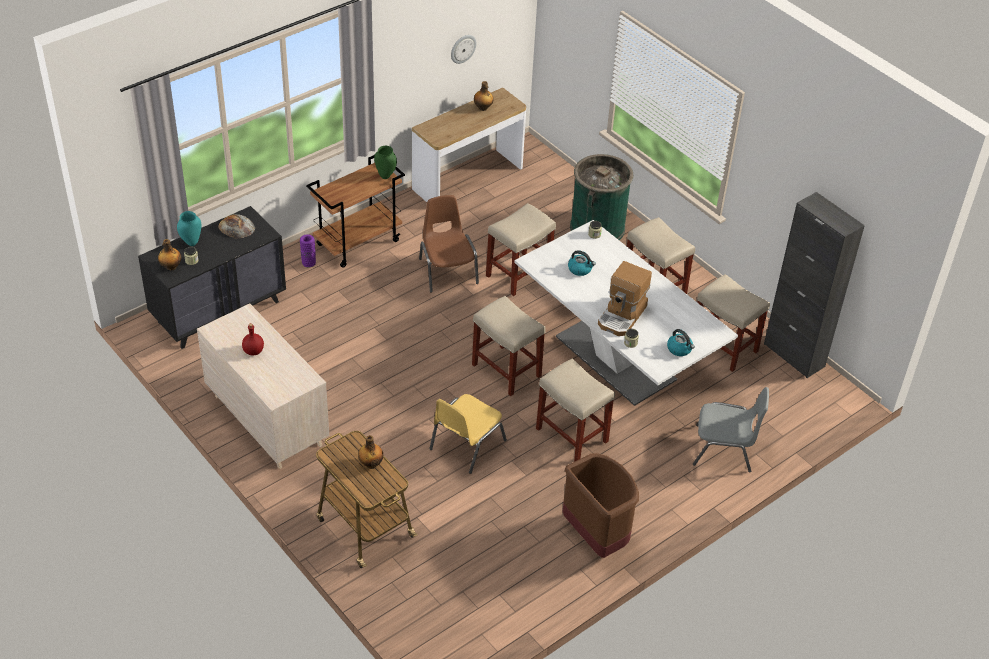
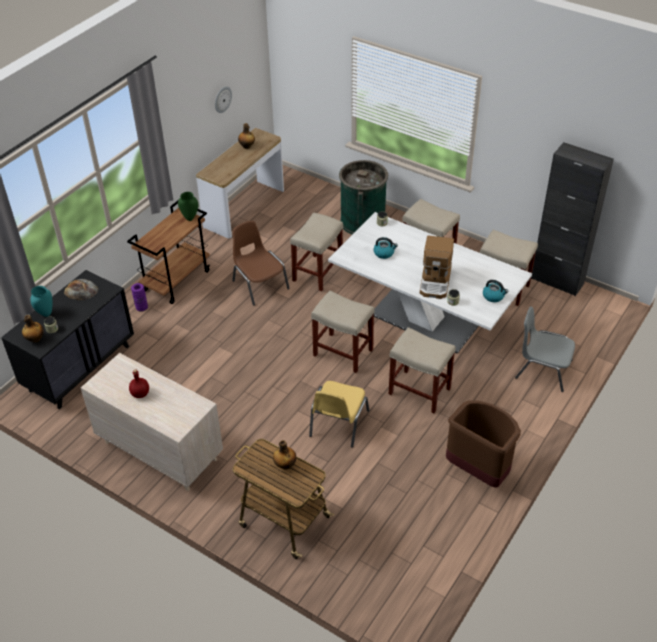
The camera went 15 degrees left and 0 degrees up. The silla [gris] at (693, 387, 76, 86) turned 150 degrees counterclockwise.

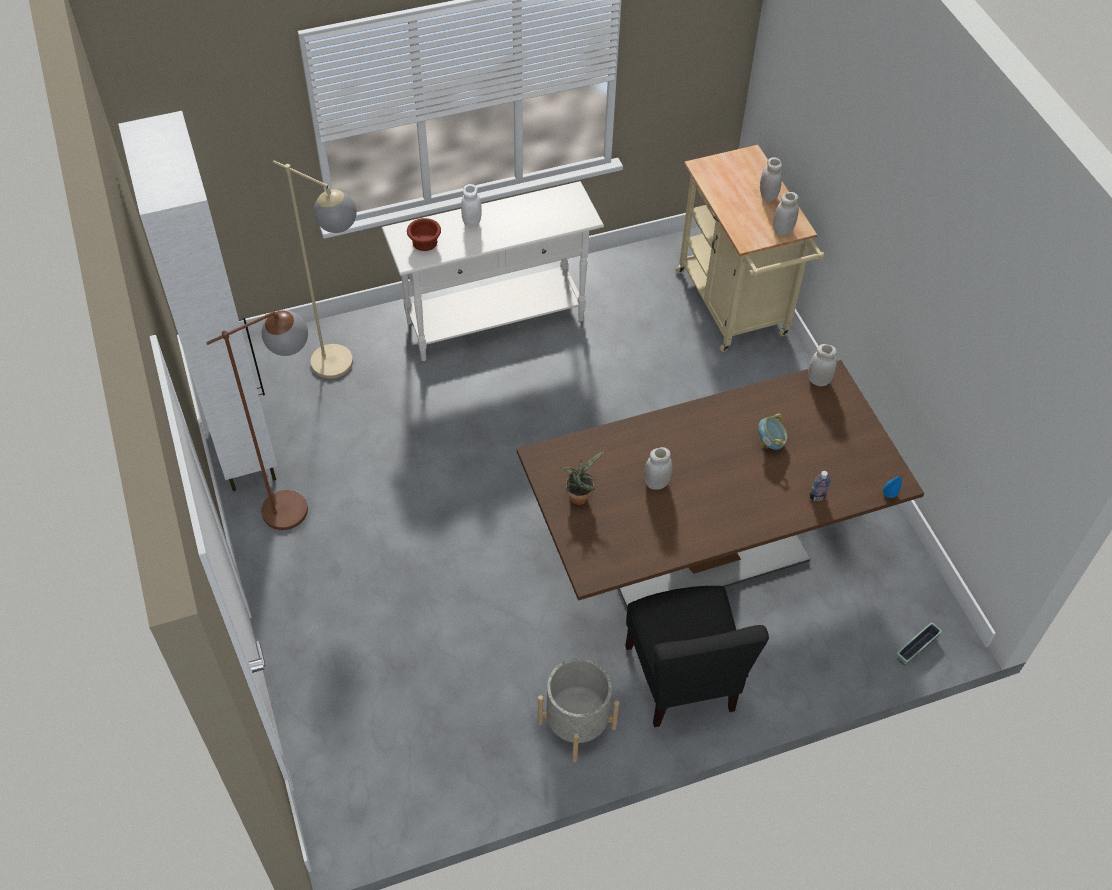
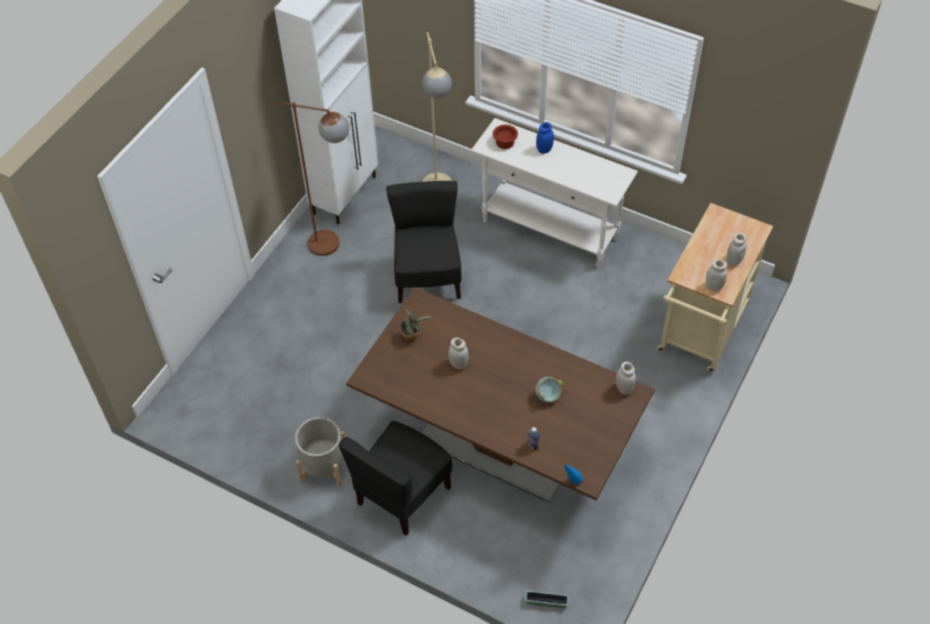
The camera went 50 degrees right and 0 degrees up. The silla [negro] at (386, 181, 76, 122) appeared. The tarro [blanco] at (461, 184, 21, 44) became the tarro [azul] at (536, 122, 18, 32).

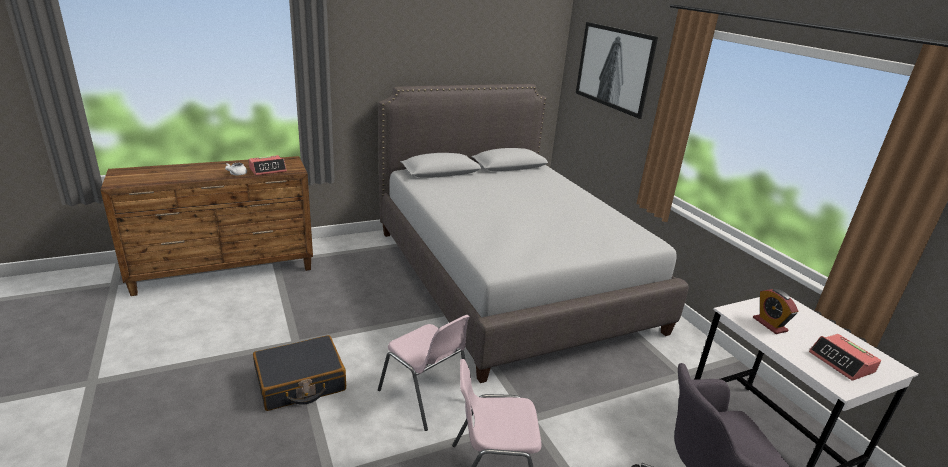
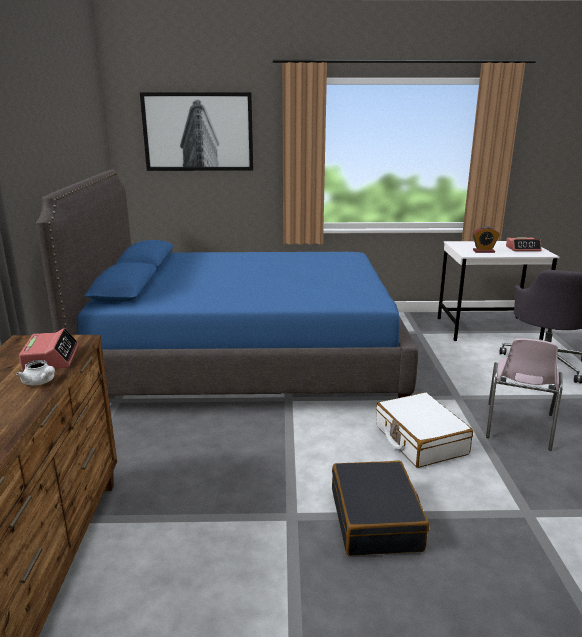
The camera went 65 degrees left and 5 degrees down. The cama [gris] at (378, 84, 310, 299) became the cama [azul] at (36, 170, 382, 228). The silla [rosa] at (378, 315, 92, 116) was replaced by the maleta [blanco] at (376, 392, 97, 76).

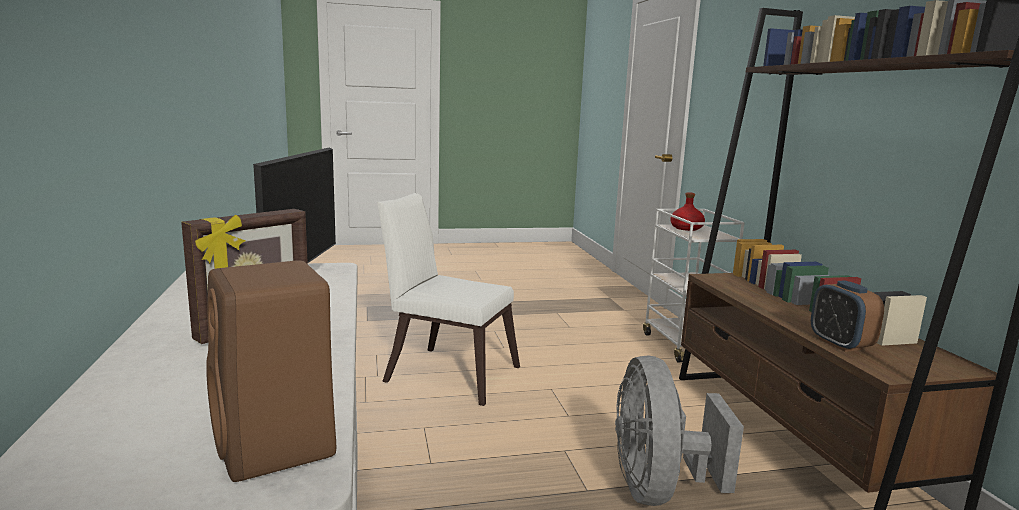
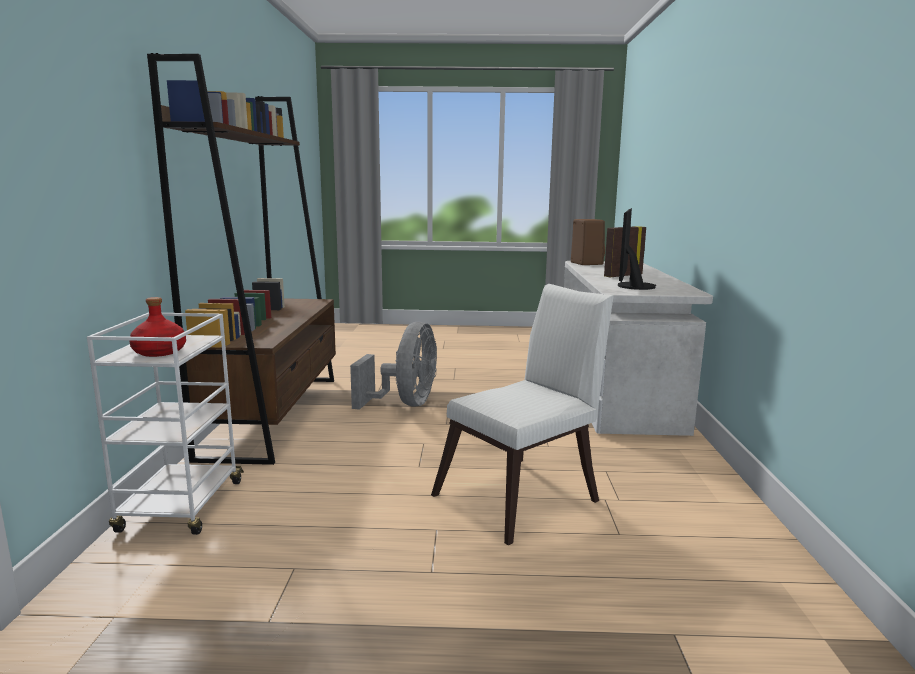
The camera went 165 degrees left and 0 degrees up. The silla [blanco] at (377, 193, 143, 213) turned 75 degrees counterclockwise. The despertador at (811, 280, 73, 72) disappeared.

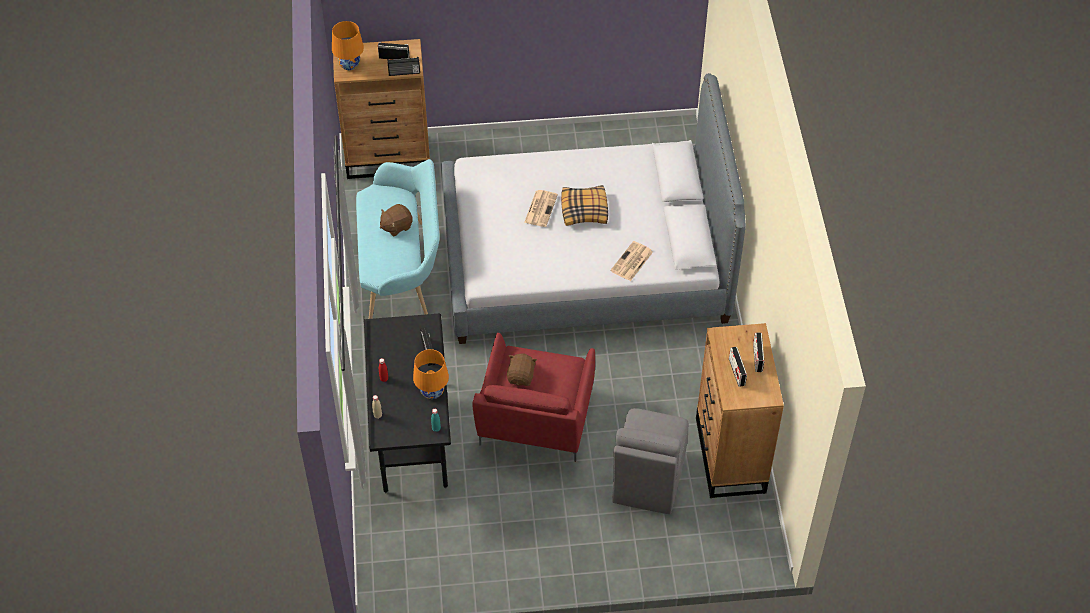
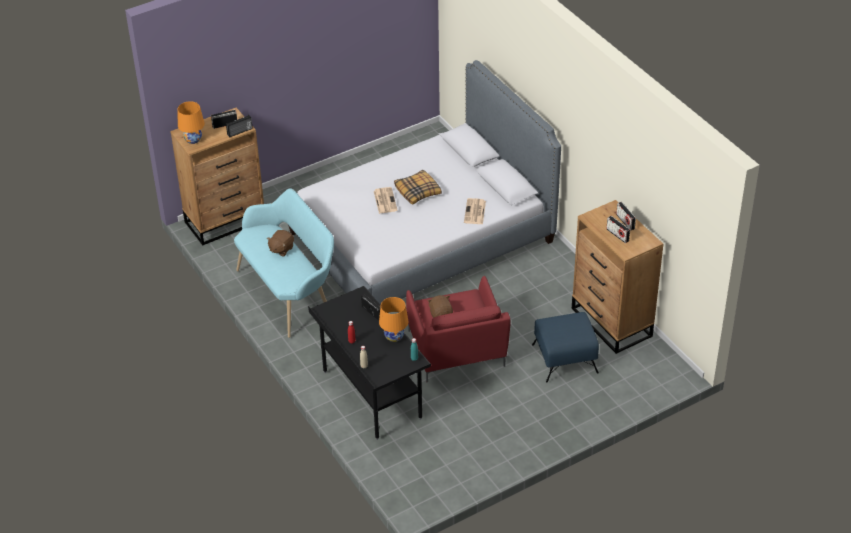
The camera went 25 degrees left and 10 degrees down. The silla [gris] at (612, 408, 77, 106) was replaced by the puf [azul] at (532, 312, 67, 70).

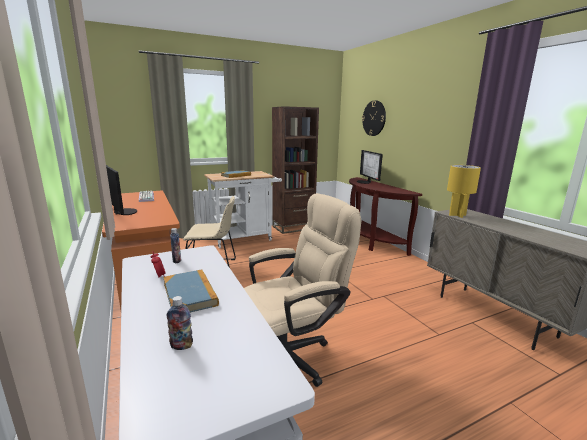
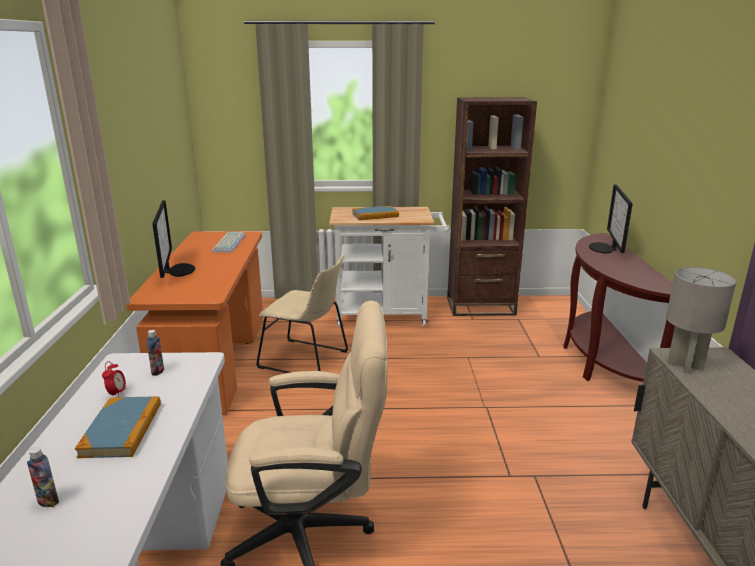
The camera went 25 degrees right and 5 degrees up. The lámpara de mesa [amarillo] at (447, 165, 34, 53) became the lámpara de mesa [gris] at (666, 267, 70, 107). The reloj de pared at (362, 100, 24, 36) disappeared.

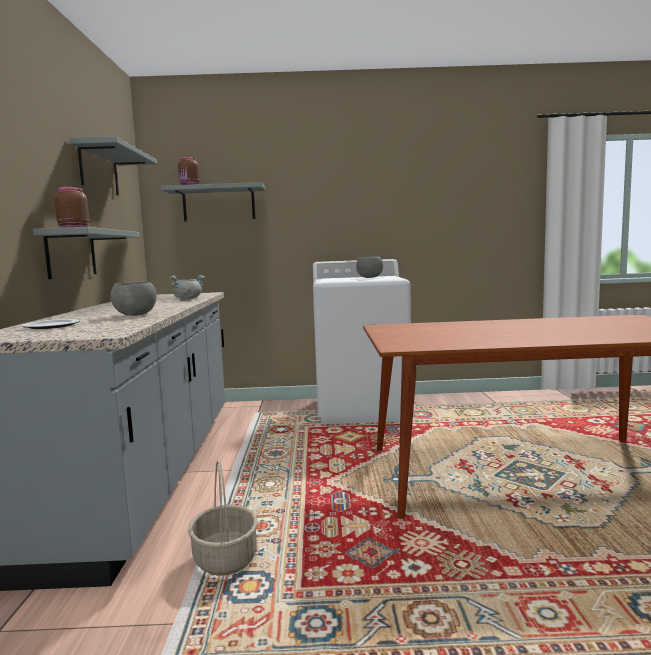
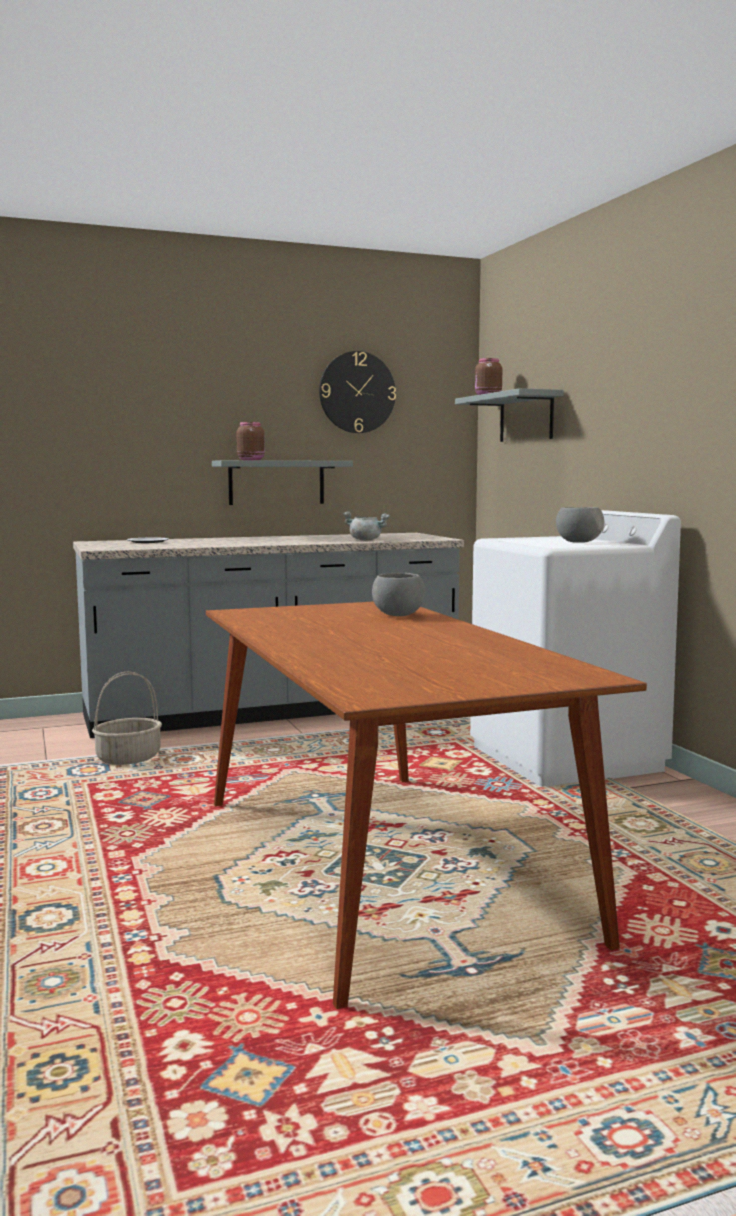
The camera went 70 degrees right and 0 degrees up. The estante [gris] at (70, 136, 87, 59) was replaced by the reloj de pared at (319, 351, 77, 82). The cuenco [gris] moved from (111, 282, 46, 34) to (372, 573, 53, 43).

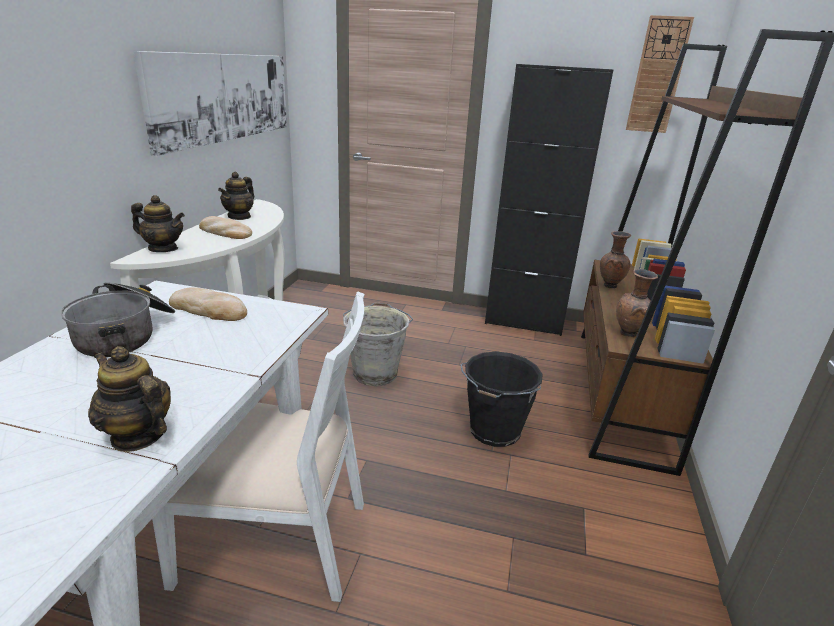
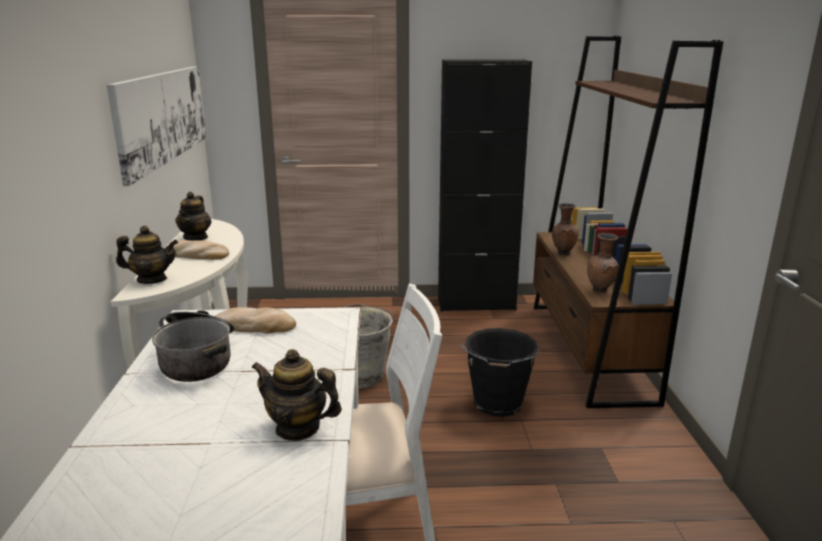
The camera went 15 degrees left and 5 degrees down. The reloj de pared at (626, 15, 68, 118) disappeared.

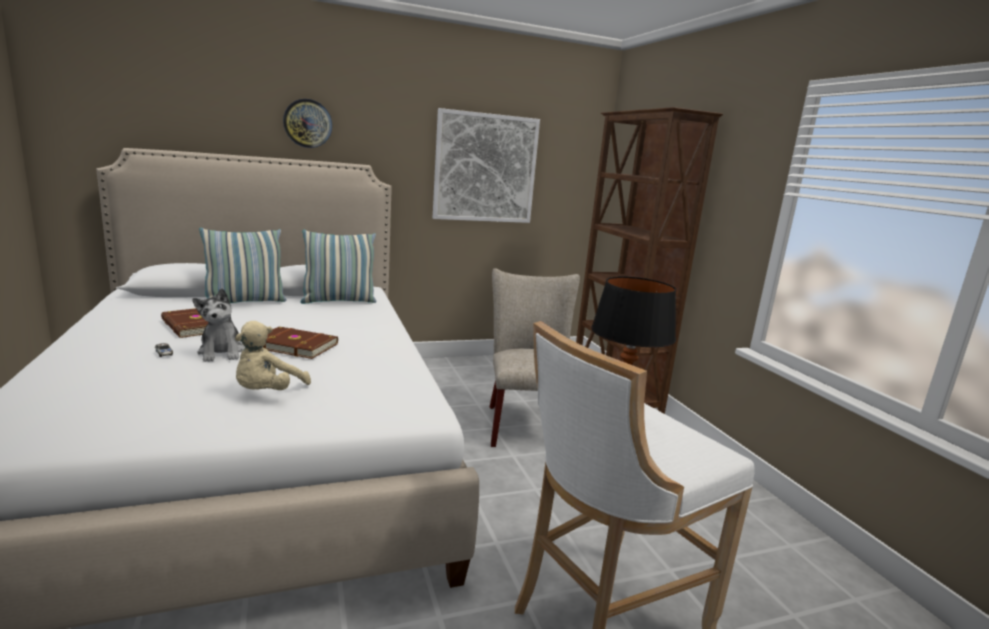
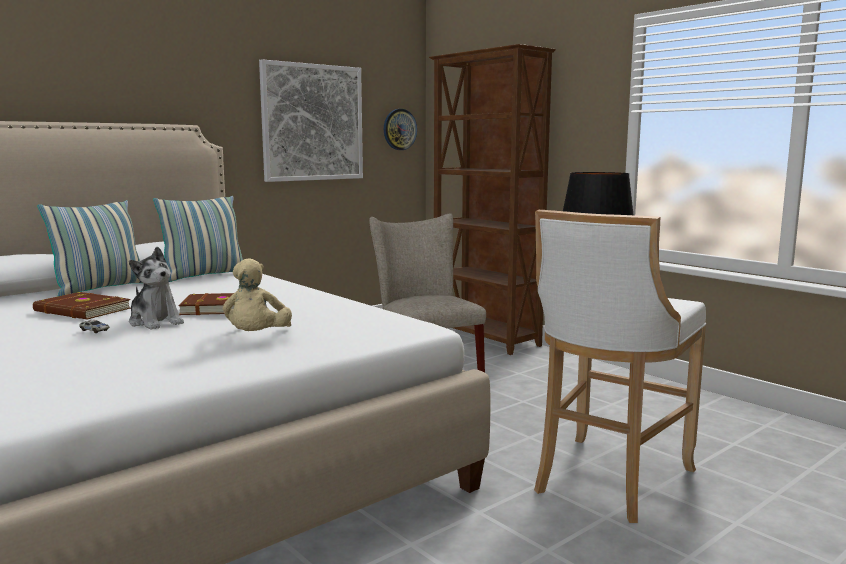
The camera went 20 degrees left and 5 degrees down. The reloj de pared moved from (283, 99, 49, 49) to (384, 109, 33, 41).

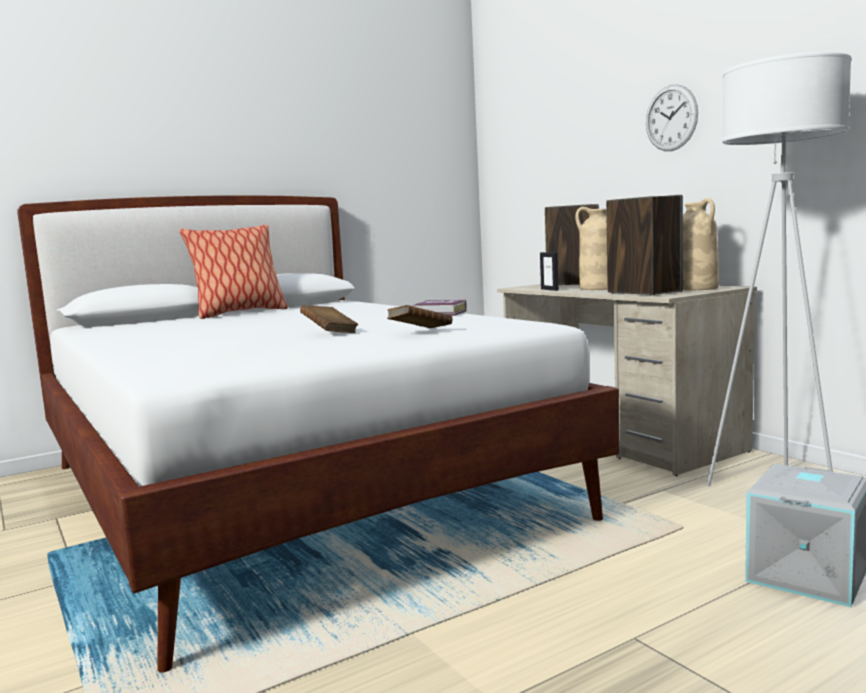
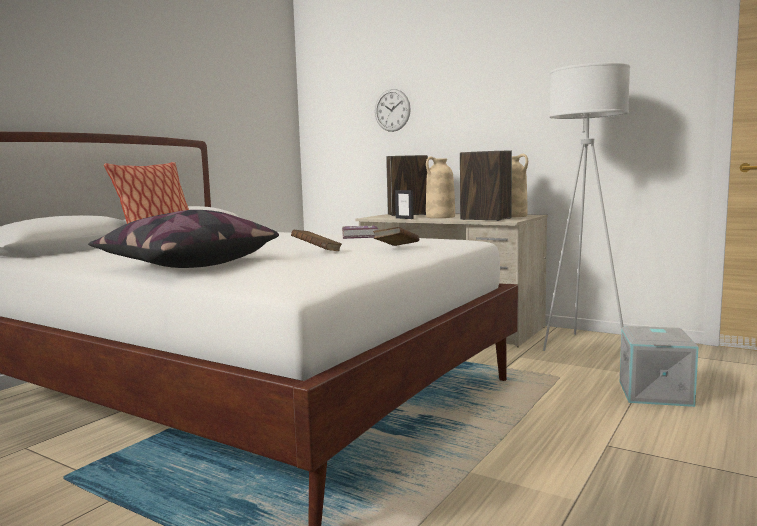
The camera went 25 degrees left and 0 degrees up. The cojín at (88, 210, 191, 58) appeared. The reloj de pared moved from (646, 84, 52, 67) to (375, 89, 36, 43).

